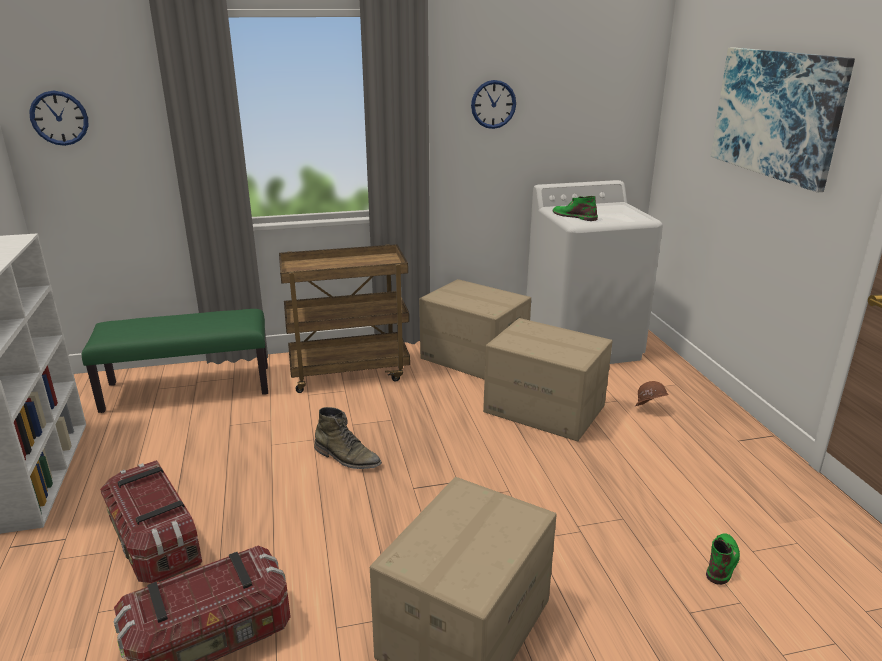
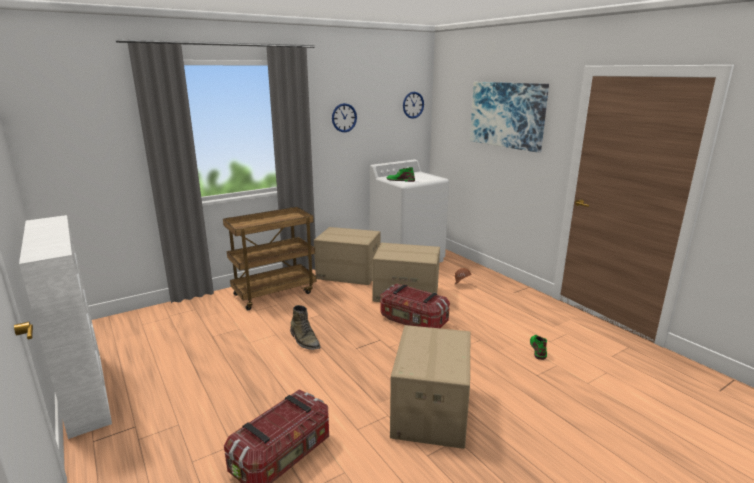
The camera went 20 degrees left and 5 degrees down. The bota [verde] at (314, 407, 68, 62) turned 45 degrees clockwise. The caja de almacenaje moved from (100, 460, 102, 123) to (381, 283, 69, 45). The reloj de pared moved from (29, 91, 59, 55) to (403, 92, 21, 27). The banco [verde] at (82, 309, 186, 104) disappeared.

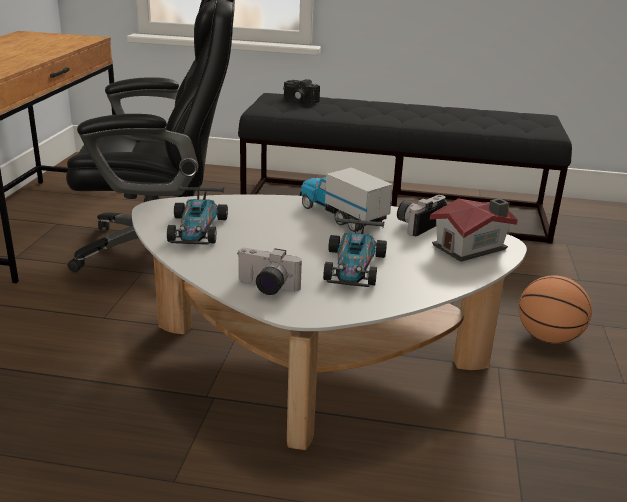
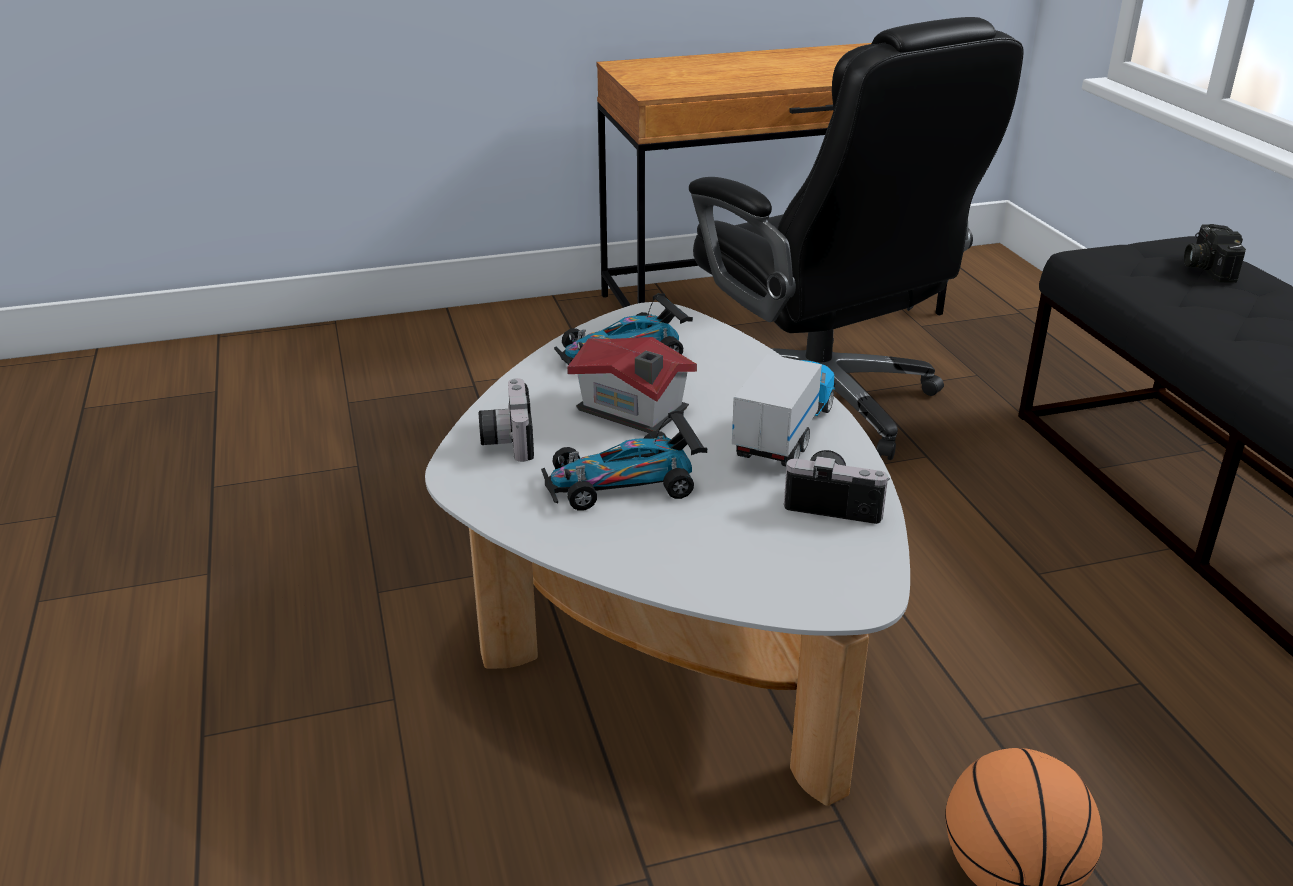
The camera went 65 degrees right and 5 degrees up. The casita moved from (430, 198, 88, 64) to (567, 337, 130, 96).

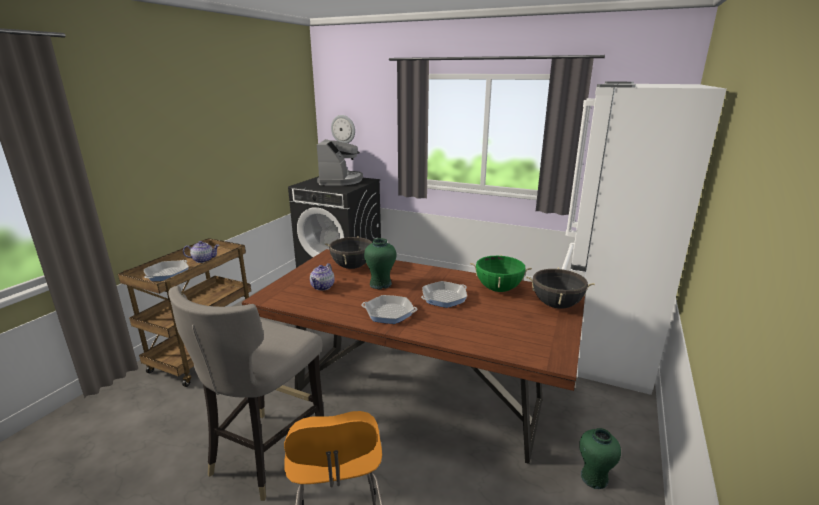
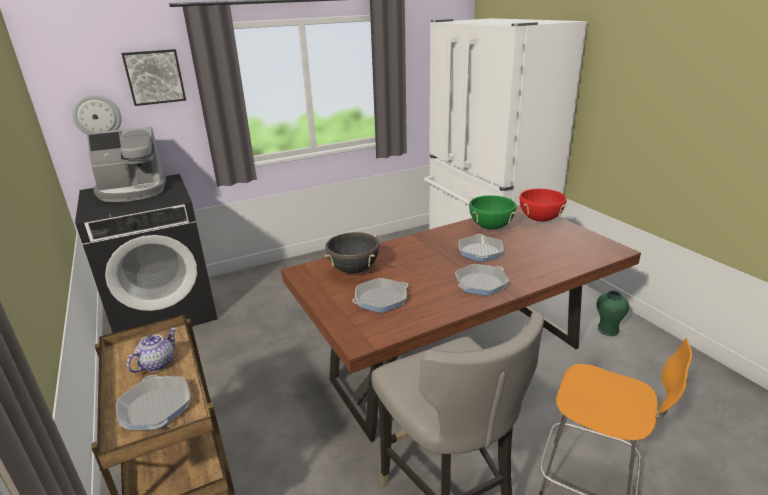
The camera went 50 degrees left and 5 degrees up. The cafetera at (317, 139, 46, 47) turned 120 degrees clockwise. The cuadro at (121, 49, 65, 57) appeared. The tetera at (310, 263, 24, 27) was replaced by the sartén at (352, 278, 56, 35). The olla [negro] at (526, 267, 69, 42) became the olla [rojo] at (519, 189, 48, 33). The florero [verde] at (364, 238, 32, 52) disappeared.

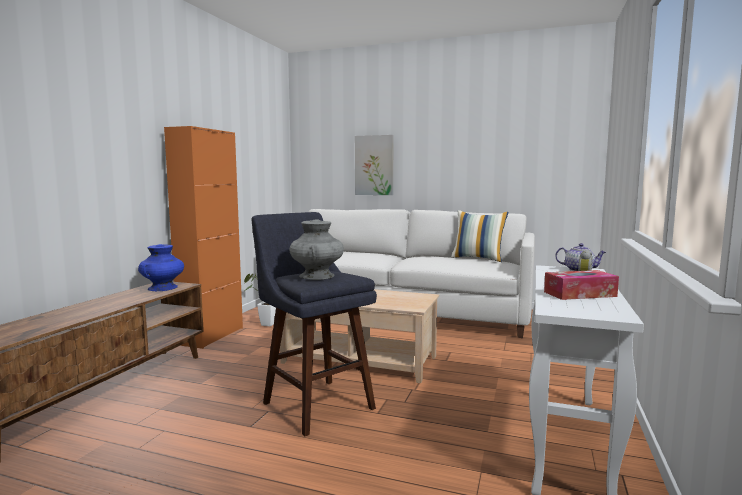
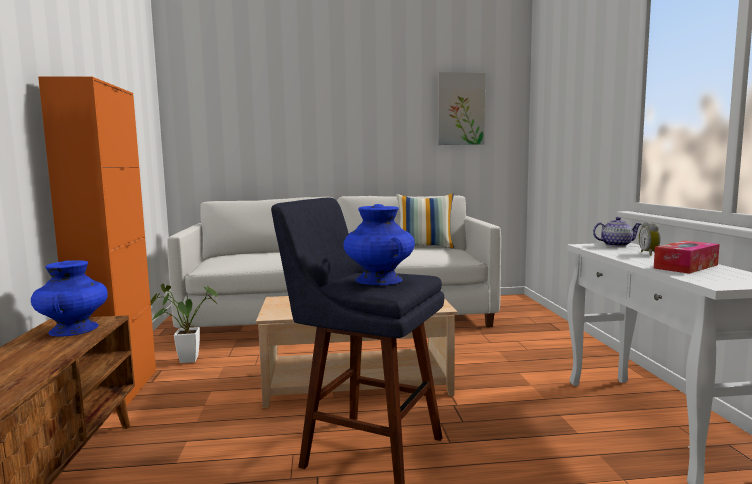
The camera went 25 degrees left and 0 degrees up. The florero [gris] at (289, 219, 55, 61) became the florero [azul] at (343, 204, 72, 81). The cuadro moved from (355, 135, 39, 60) to (438, 72, 47, 73).

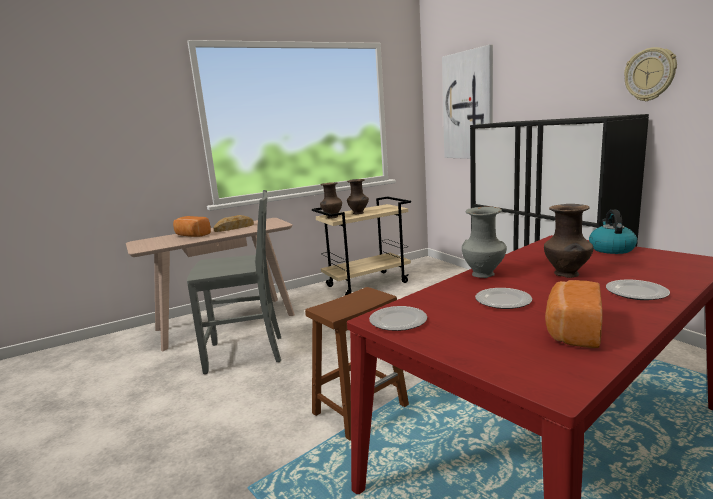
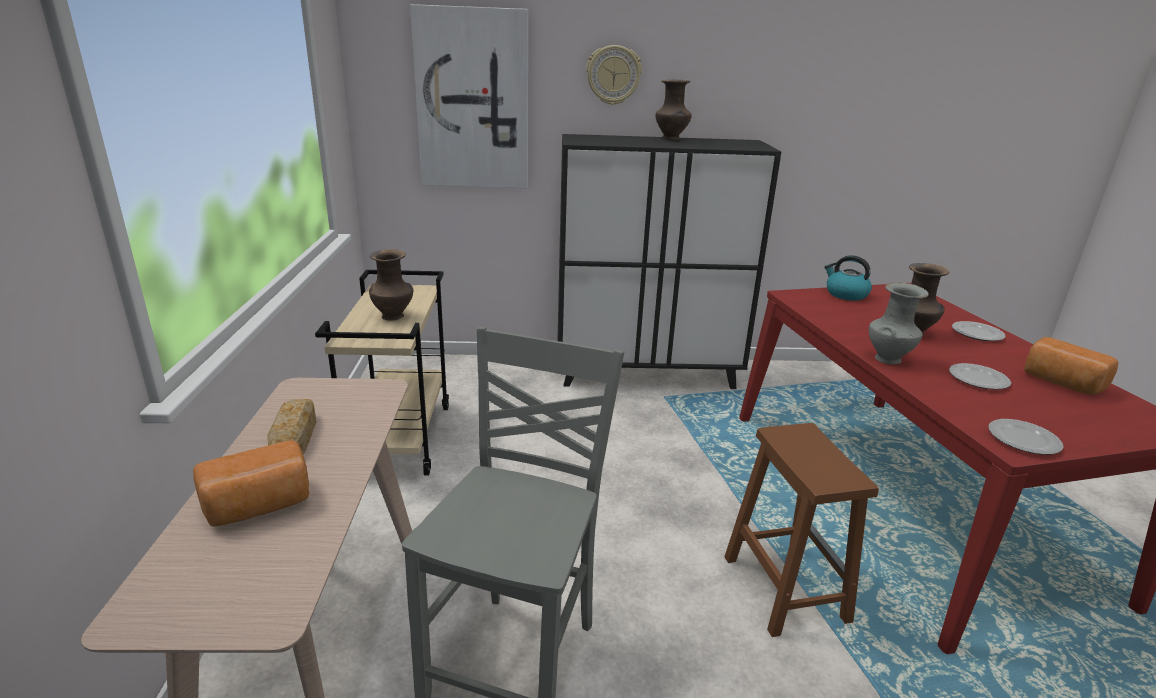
The camera went 65 degrees left and 10 degrees up. The reloj de pared moved from (624, 47, 53, 54) to (586, 45, 56, 60). The florero [marrón] moved from (320, 182, 22, 36) to (656, 79, 36, 61).

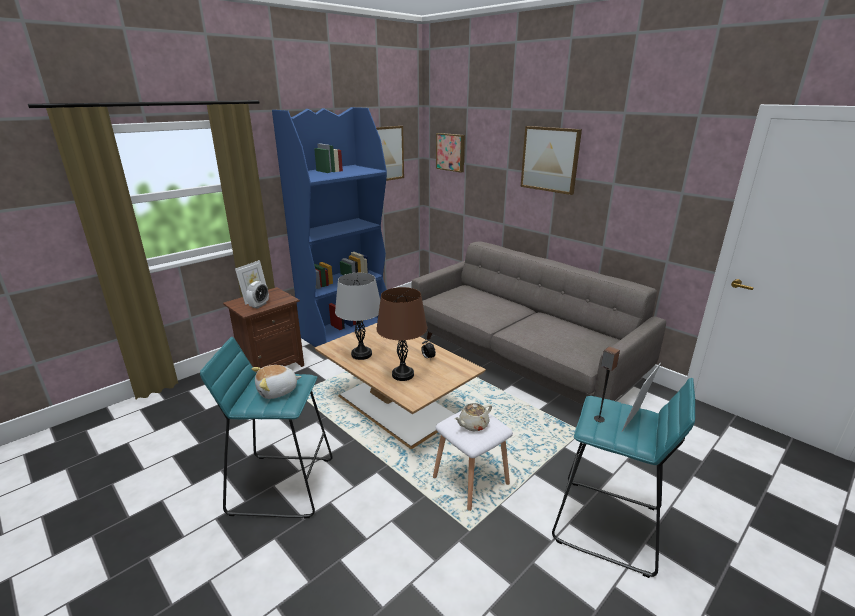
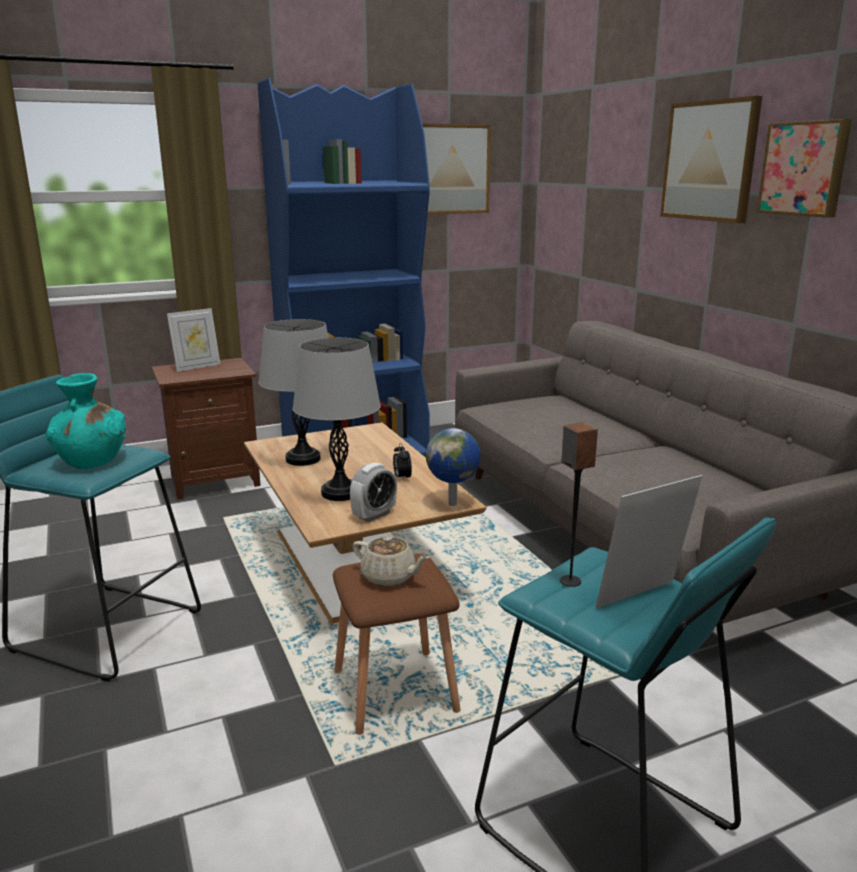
The camera went 20 degrees right and 5 degrees down. The peluche at (252, 365, 50, 34) was replaced by the florero [turquesa] at (46, 373, 80, 96). The lámpara de mesa [marrón] at (376, 287, 51, 94) became the lámpara de mesa [gris] at (293, 338, 88, 163). The taburete [blanco] at (433, 411, 80, 100) became the taburete [marrón] at (333, 554, 127, 181). The despertador moved from (246, 281, 23, 28) to (350, 462, 47, 60). The tetera [beis] at (454, 403, 38, 28) turned 135 degrees counterclockwise. The globo terráqueo at (426, 428, 55, 78) appeared. The cuadro moved from (436, 133, 29, 40) to (756, 119, 96, 99).

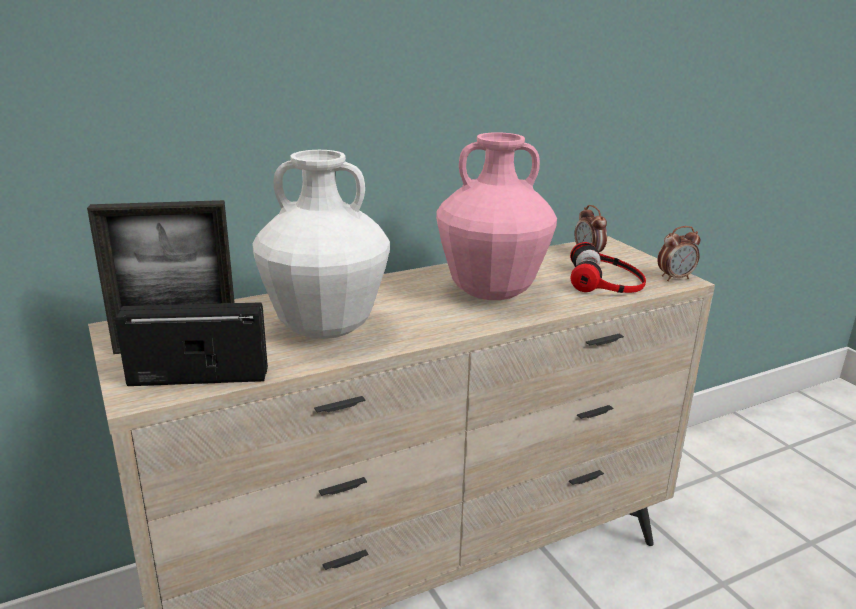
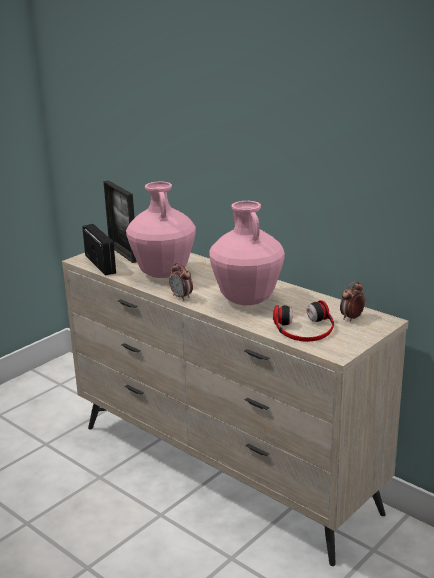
The camera went 70 degrees right and 0 degrees up. The florero [blanco] at (252, 150, 138, 189) became the florero [rosa] at (126, 182, 70, 96). The despertador moved from (657, 226, 44, 55) to (169, 262, 24, 39).

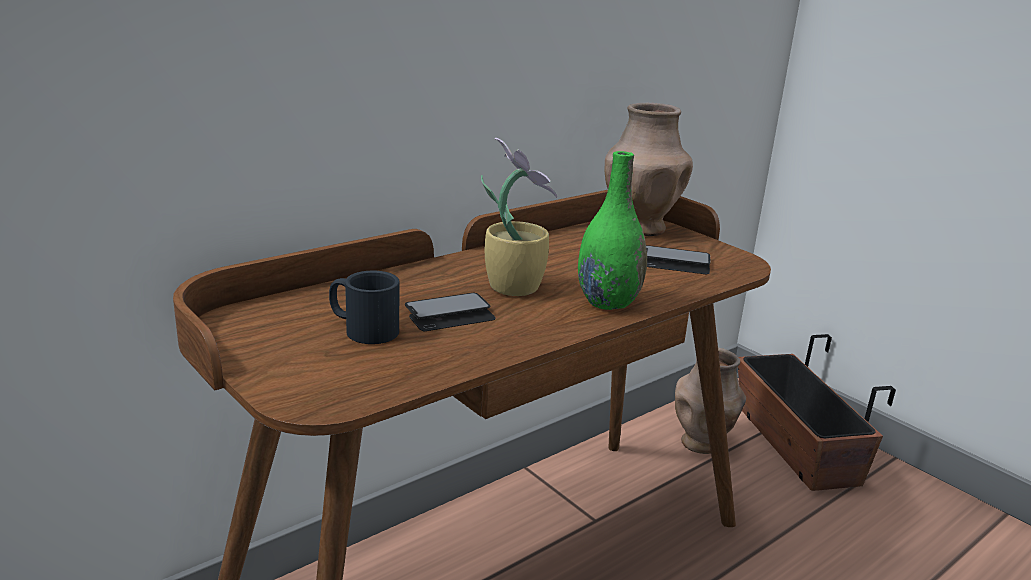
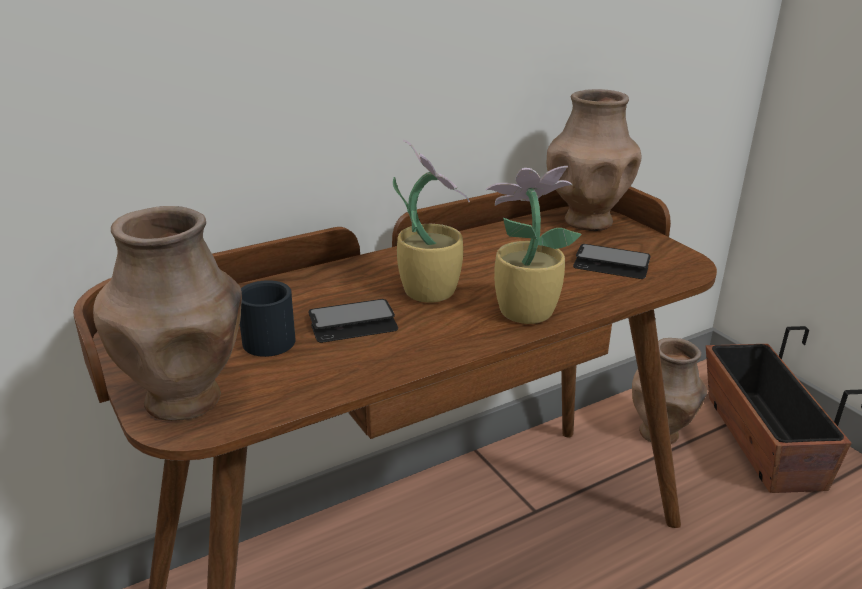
The camera went 10 degrees right and 5 degrees up. The florero [marrón] at (93, 206, 149, 215) appeared. The florero [verde] at (578, 151, 69, 159) was replaced by the planta en maceta at (486, 166, 96, 158).

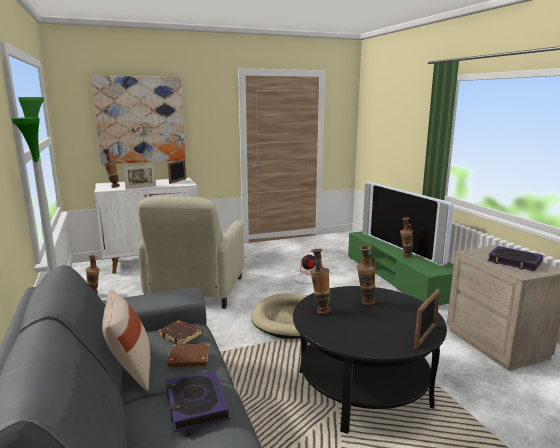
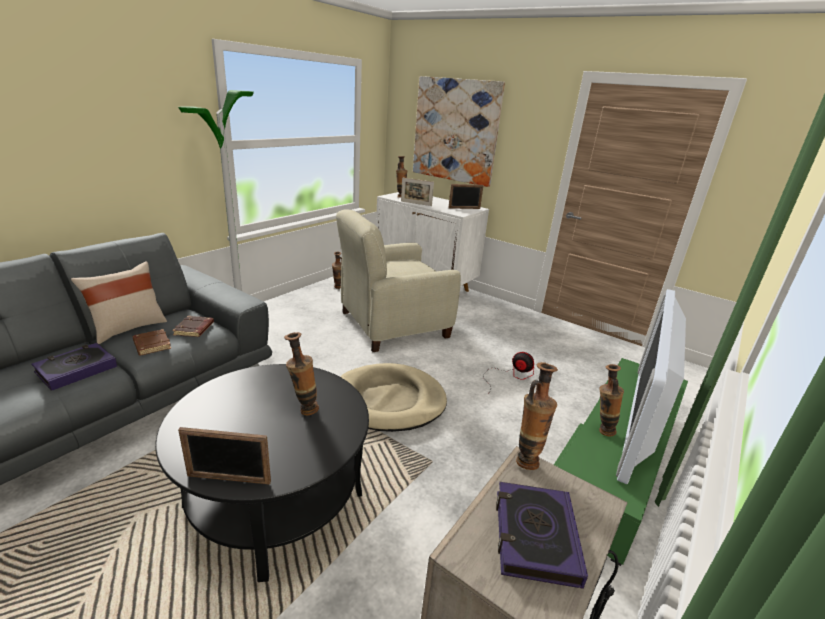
The camera went 55 degrees right and 10 degrees up. The florero moved from (310, 249, 21, 65) to (516, 362, 42, 108).

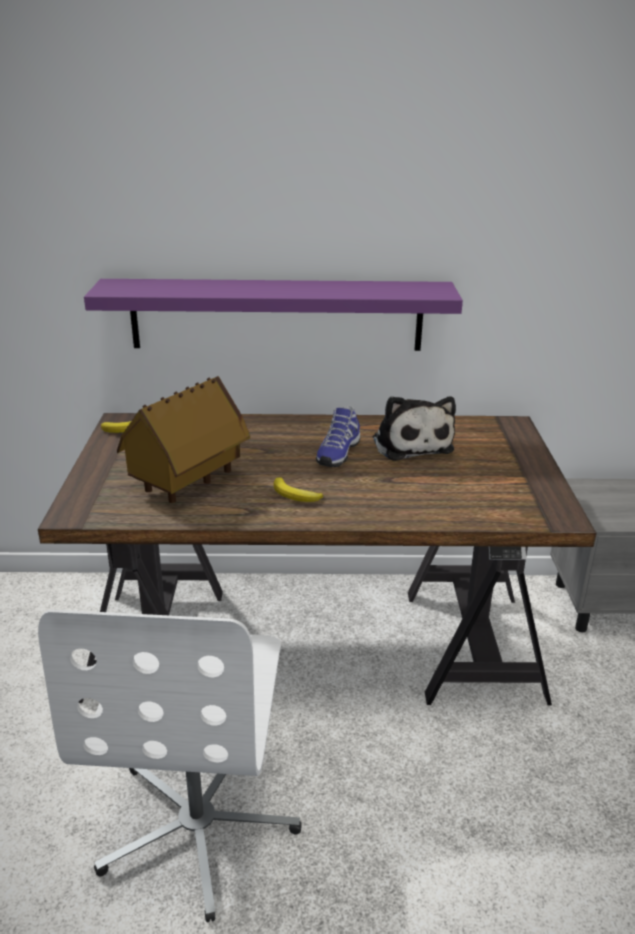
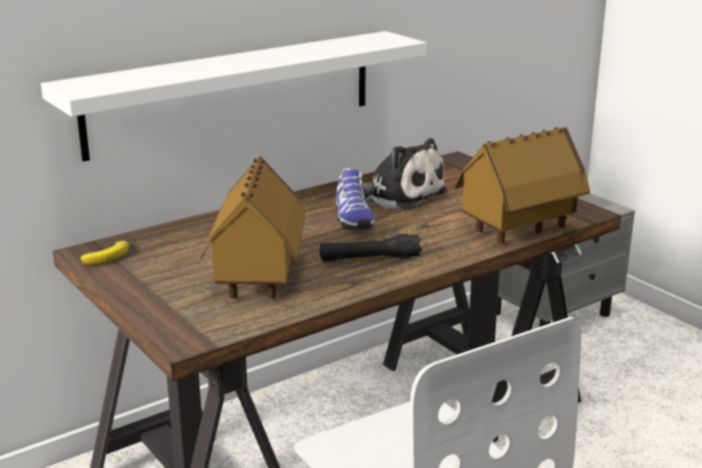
The camera went 35 degrees left and 5 degrees down. The estante [morado] at (84, 279, 379, 72) became the estante [blanco] at (41, 31, 385, 131). The plátano at (274, 477, 49, 25) was replaced by the linterna [negro] at (320, 233, 102, 29). The casita at (455, 127, 135, 117) appeared.

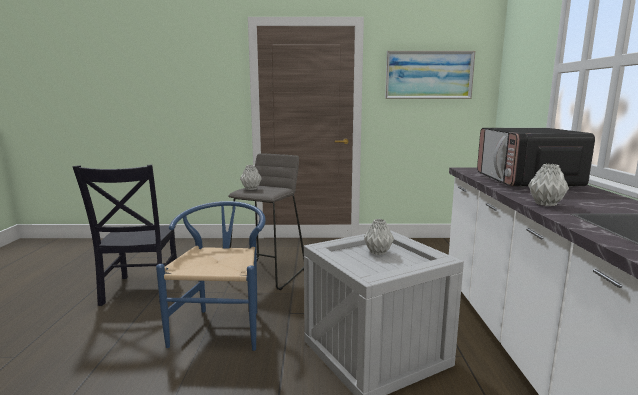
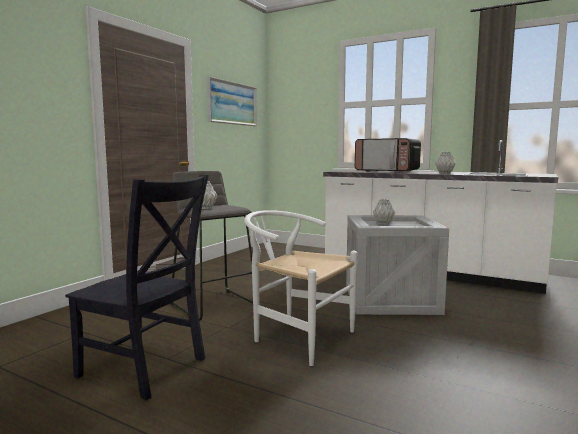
The camera went 60 degrees left and 5 degrees down. The silla [azul] at (156, 201, 110, 150) became the silla [blanco] at (244, 210, 113, 156).

